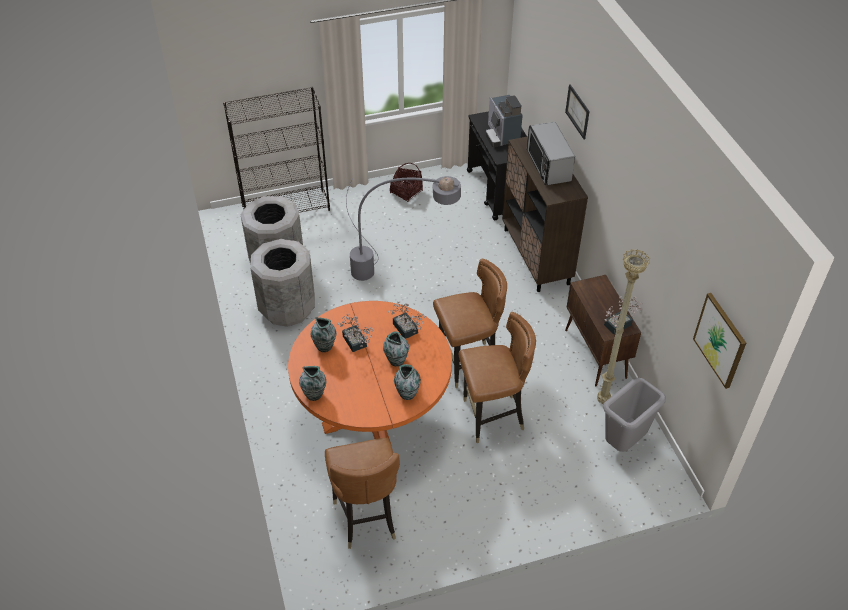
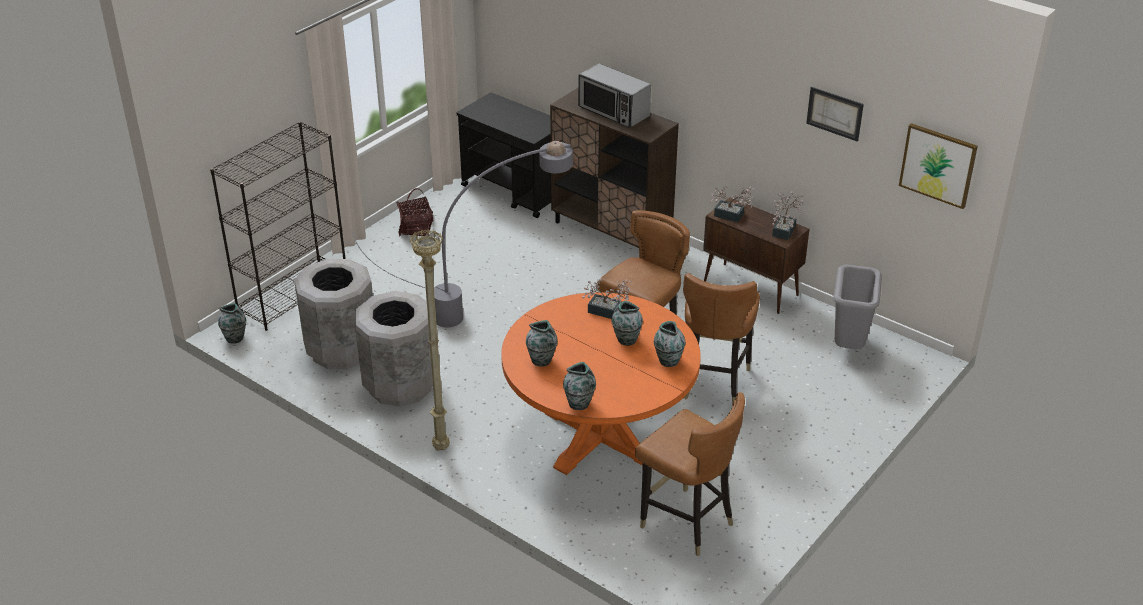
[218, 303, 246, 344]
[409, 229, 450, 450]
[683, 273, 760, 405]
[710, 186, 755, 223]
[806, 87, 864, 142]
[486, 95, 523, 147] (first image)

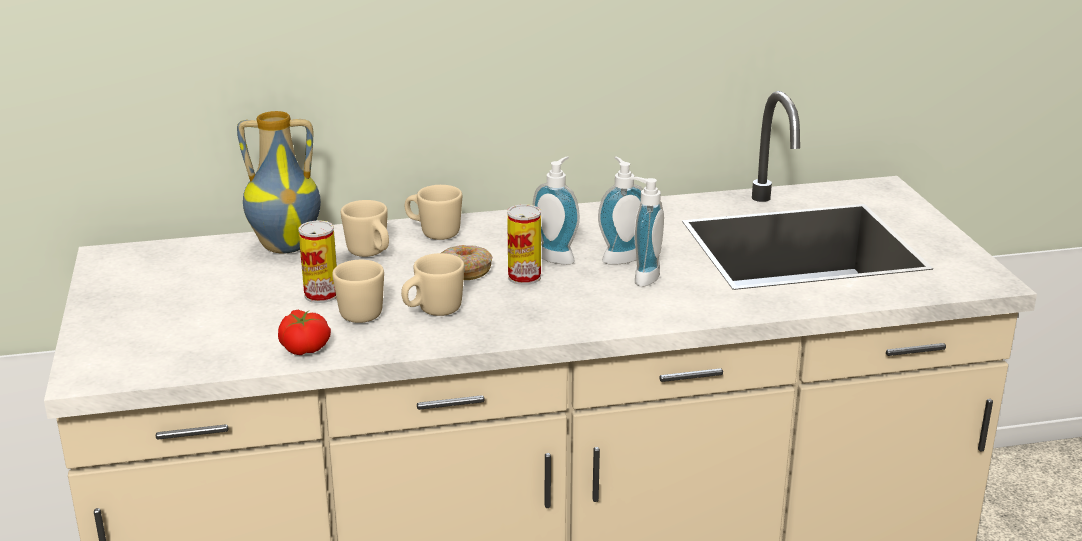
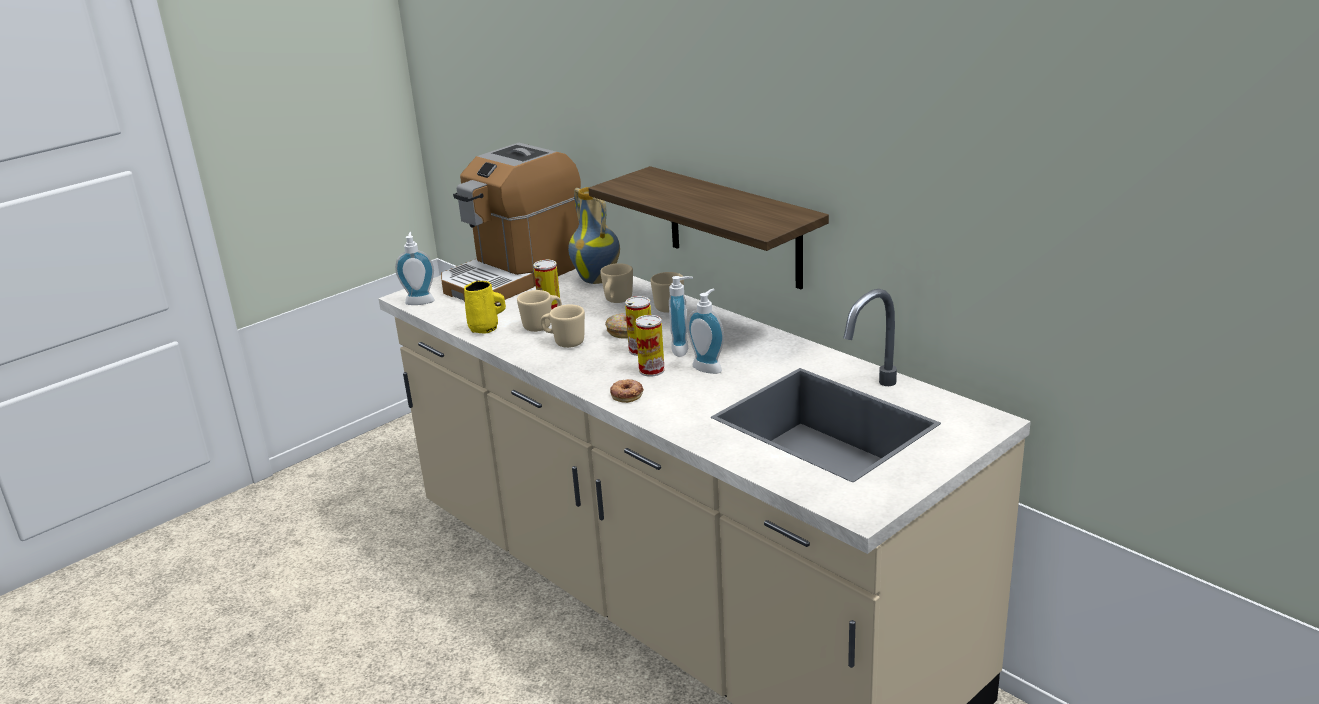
[395, 232, 435, 305]
[441, 143, 581, 304]
[464, 281, 506, 334]
[588, 166, 829, 289]
[610, 379, 644, 403]
[636, 315, 664, 377]

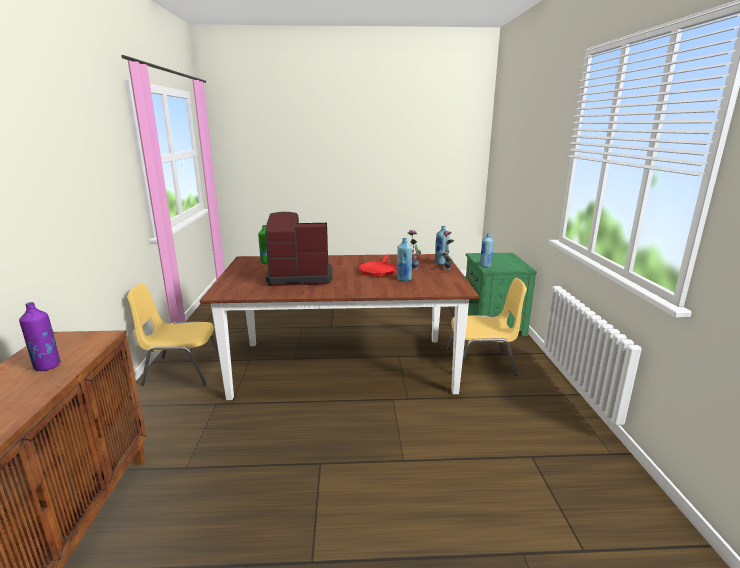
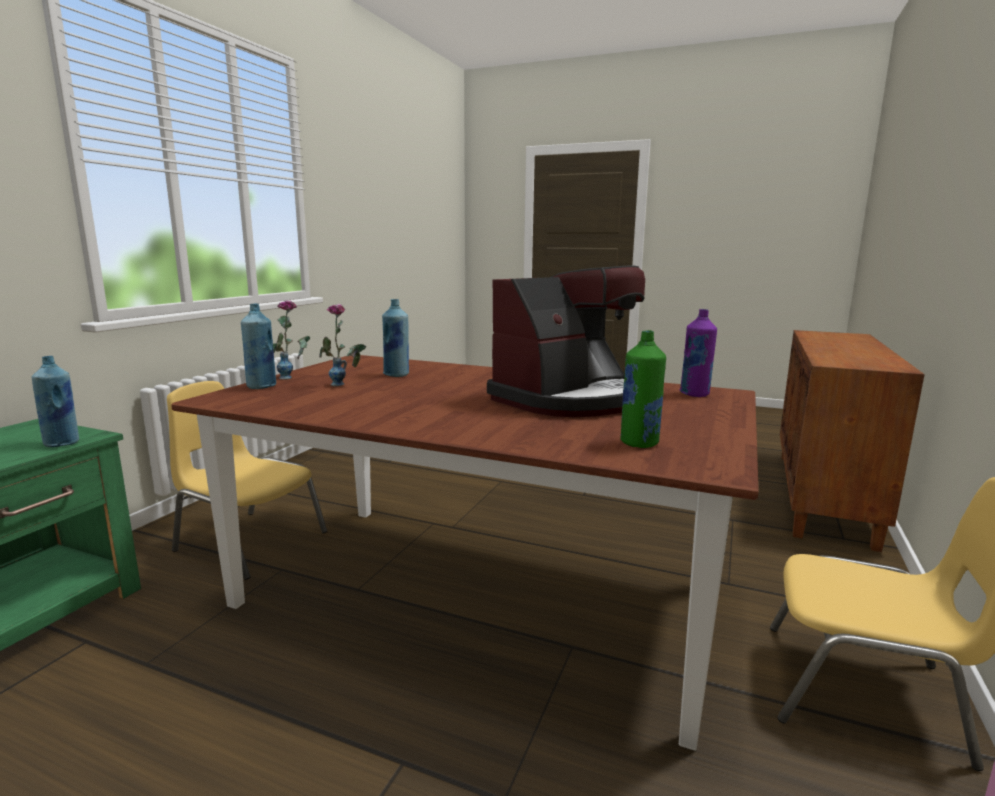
[487, 266, 645, 417]
[680, 309, 717, 397]
[359, 255, 397, 276] (first image)

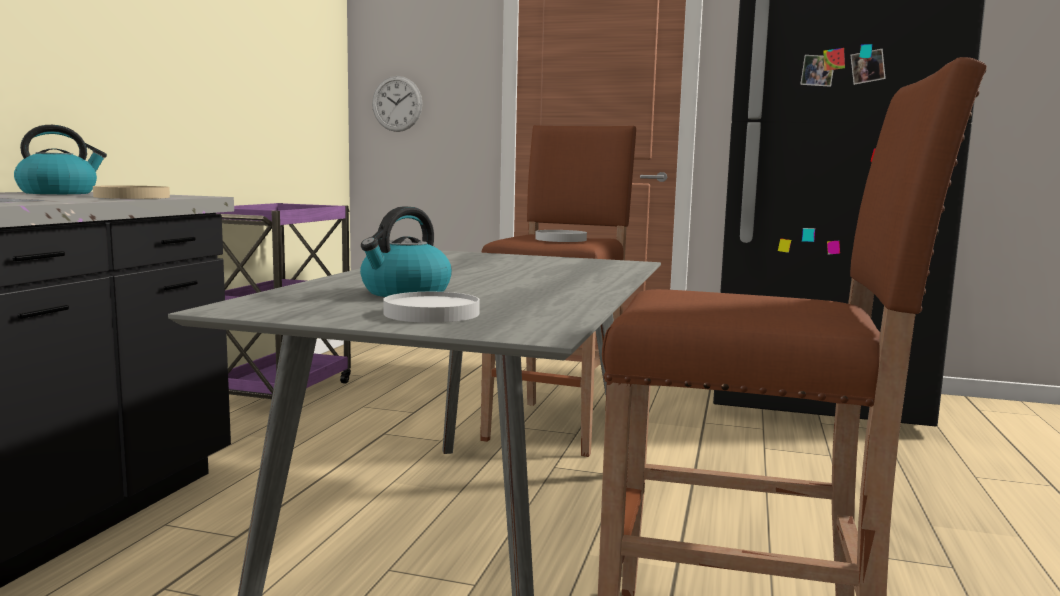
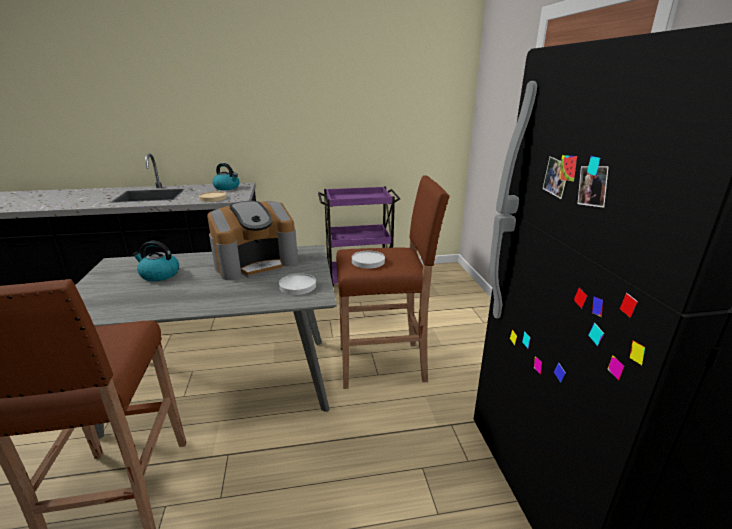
[207, 201, 298, 280]
[279, 273, 316, 295]
[372, 76, 422, 132] (first image)

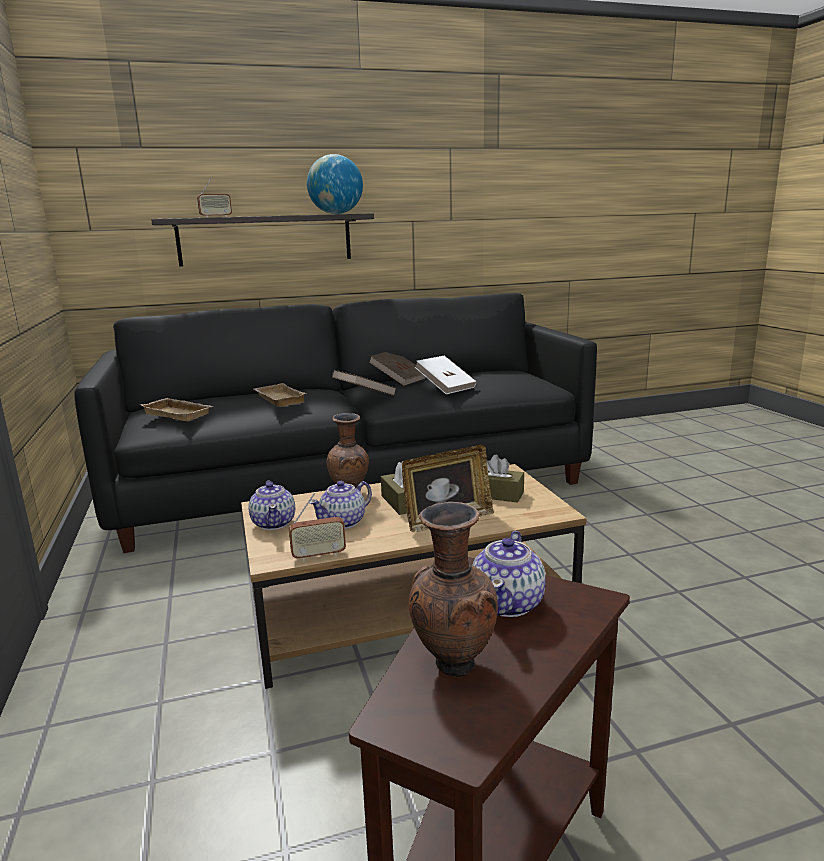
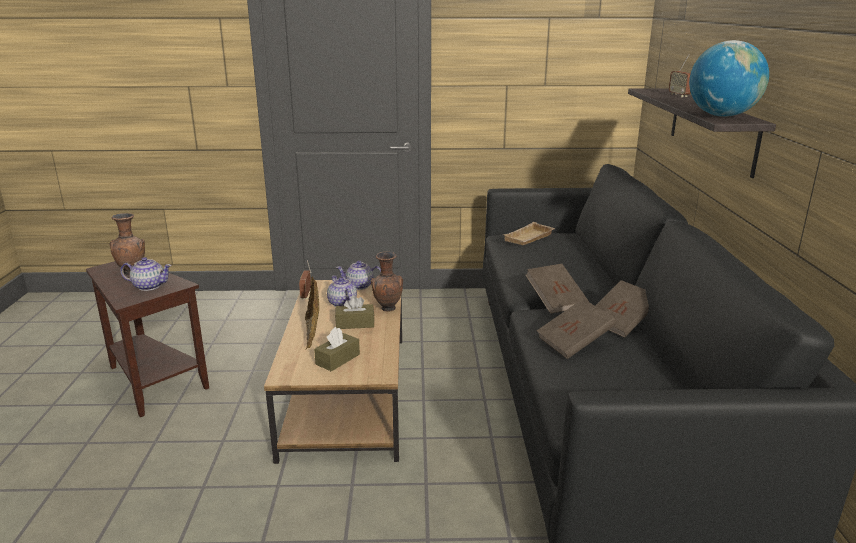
[121, 257, 172, 291]
[537, 299, 616, 359]
[253, 383, 306, 407] (first image)

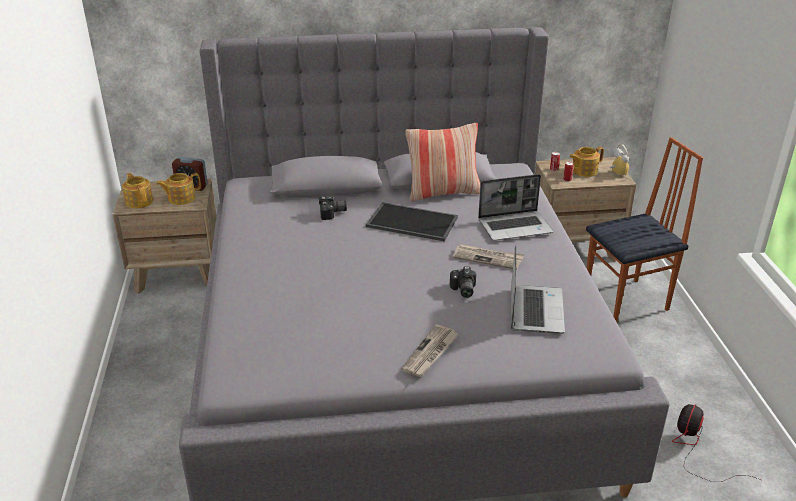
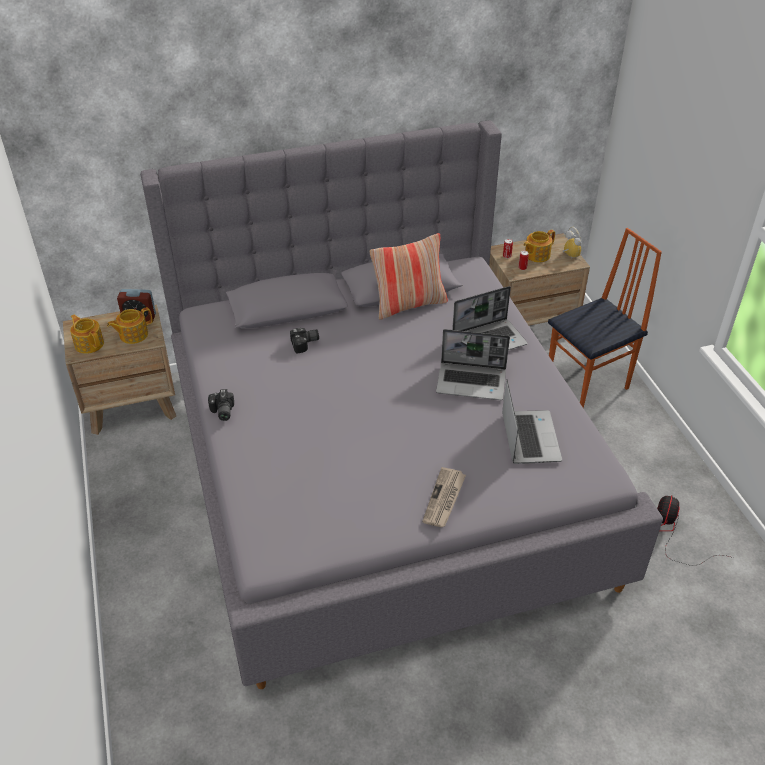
[208, 389, 234, 421]
[436, 329, 510, 400]
[366, 202, 458, 242] (first image)

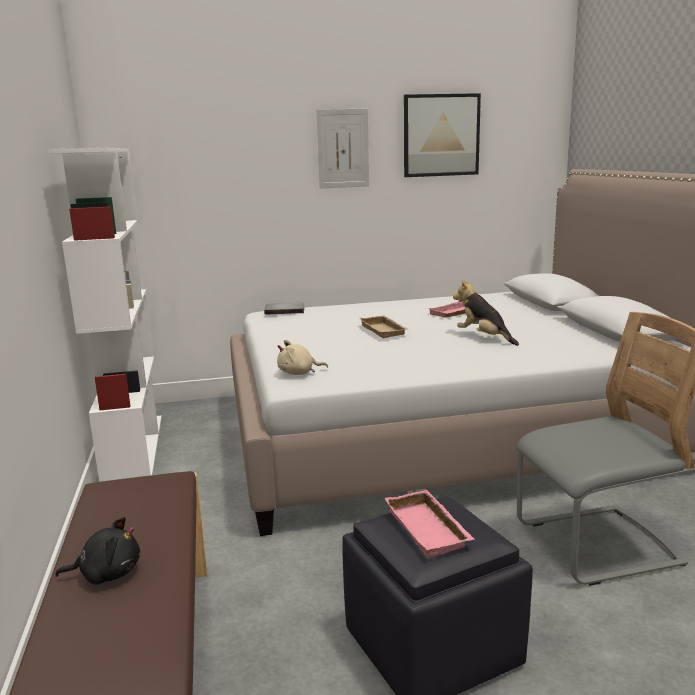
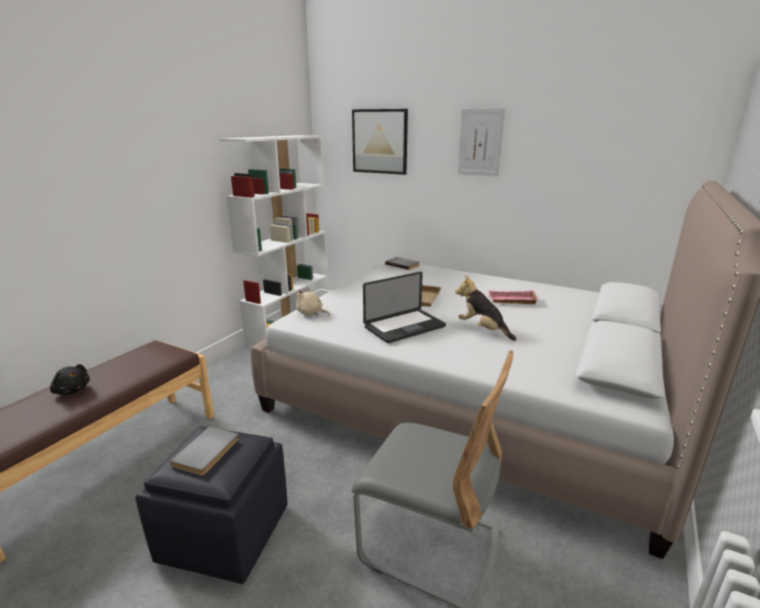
[170, 426, 239, 476]
[352, 109, 408, 175]
[363, 272, 446, 343]
[455, 276, 517, 341]

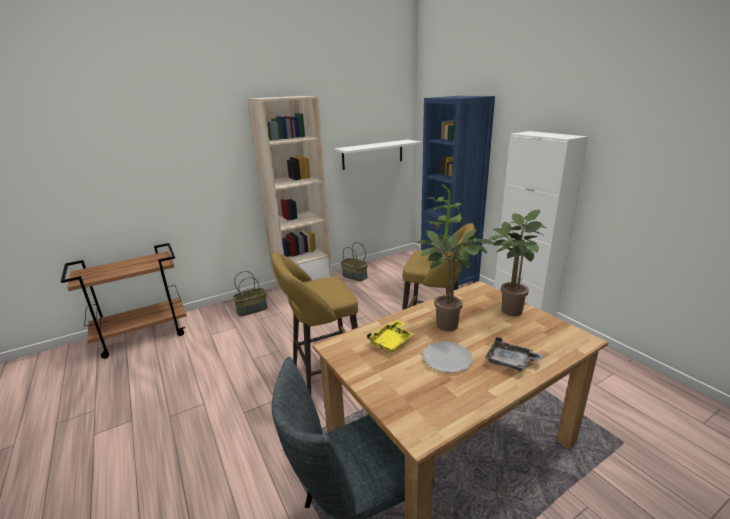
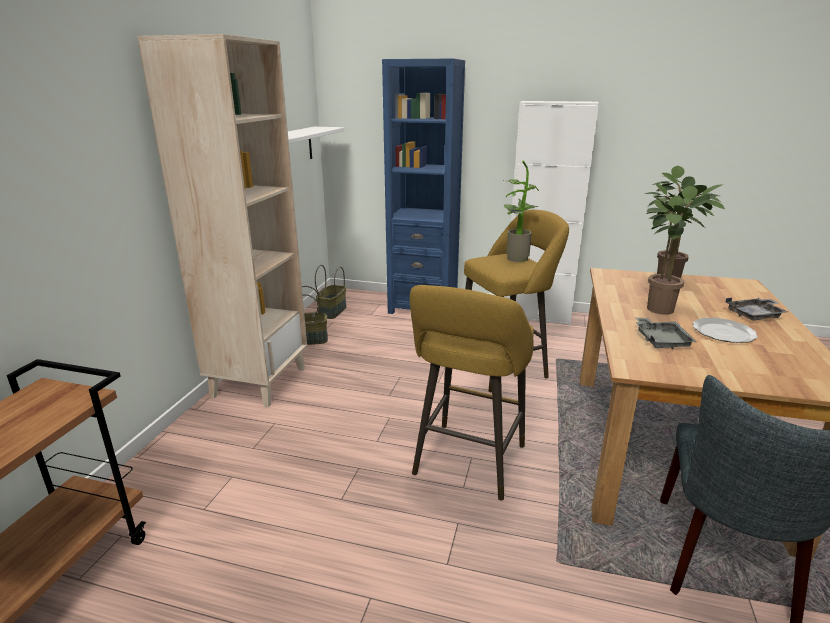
[315, 265, 347, 319]
[635, 318, 697, 349]

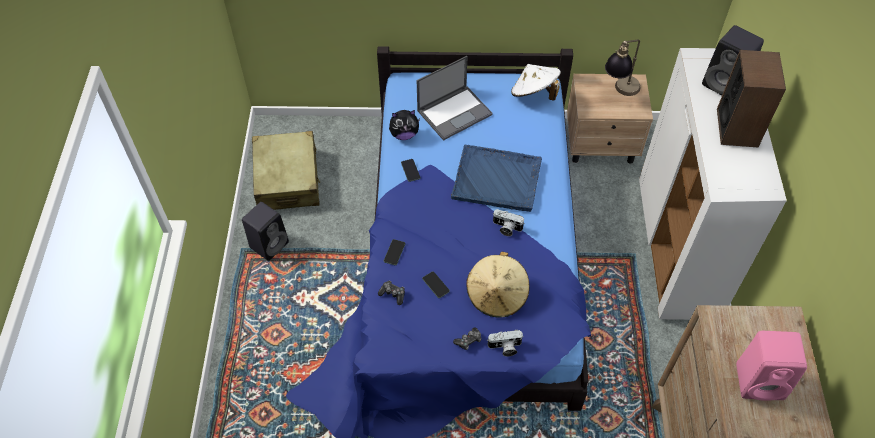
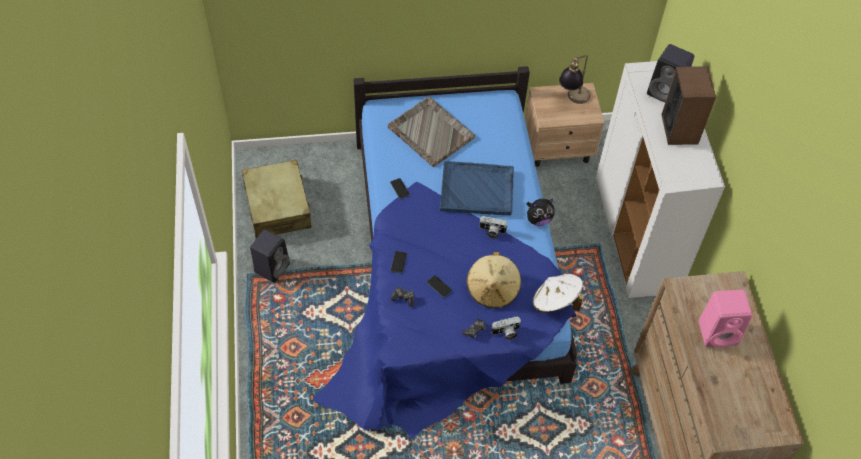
[388, 97, 475, 167]
[527, 199, 554, 226]
[533, 274, 584, 312]

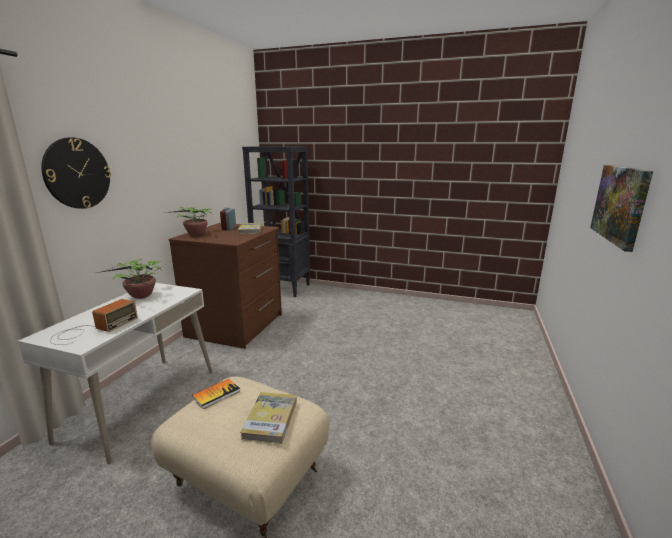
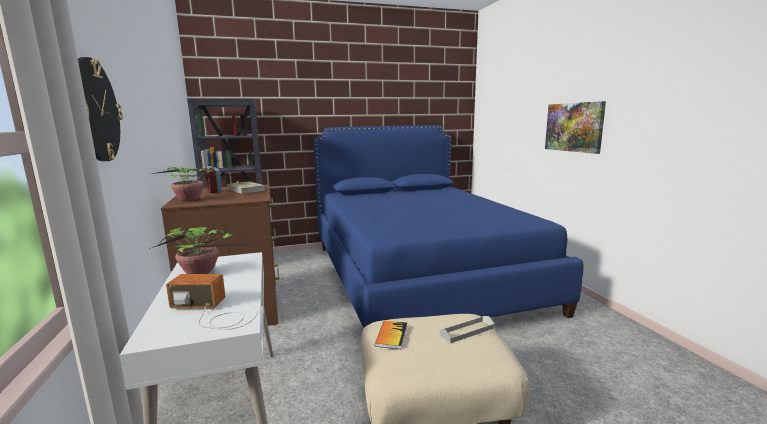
[166, 274, 258, 330]
[313, 125, 583, 328]
[440, 316, 495, 343]

